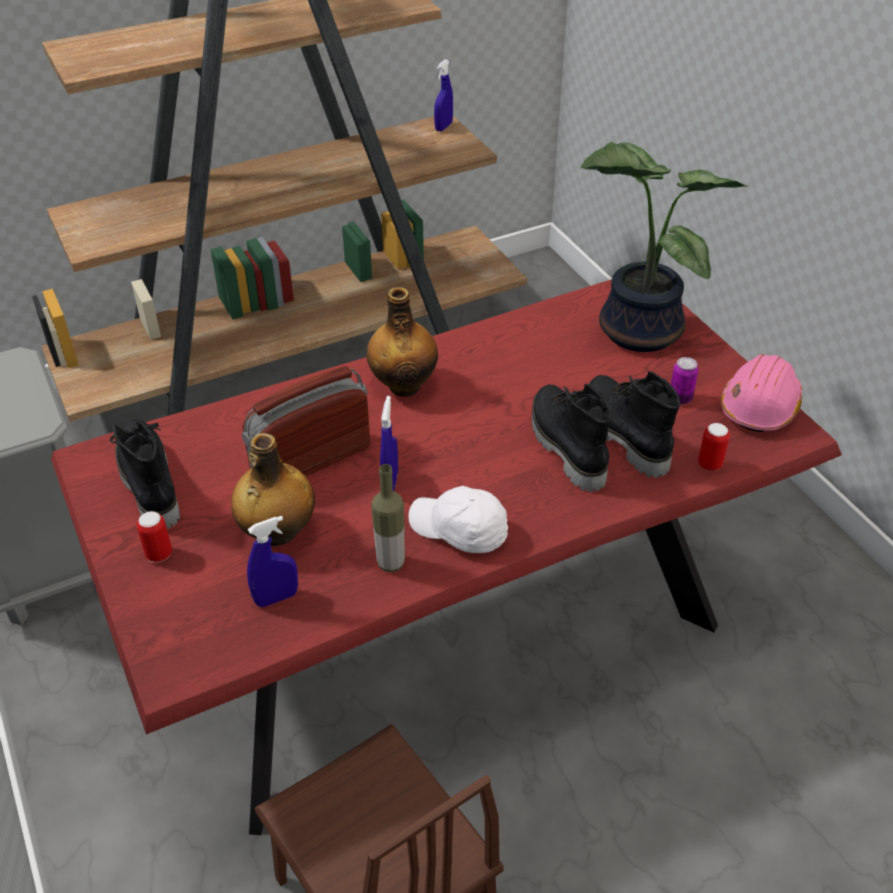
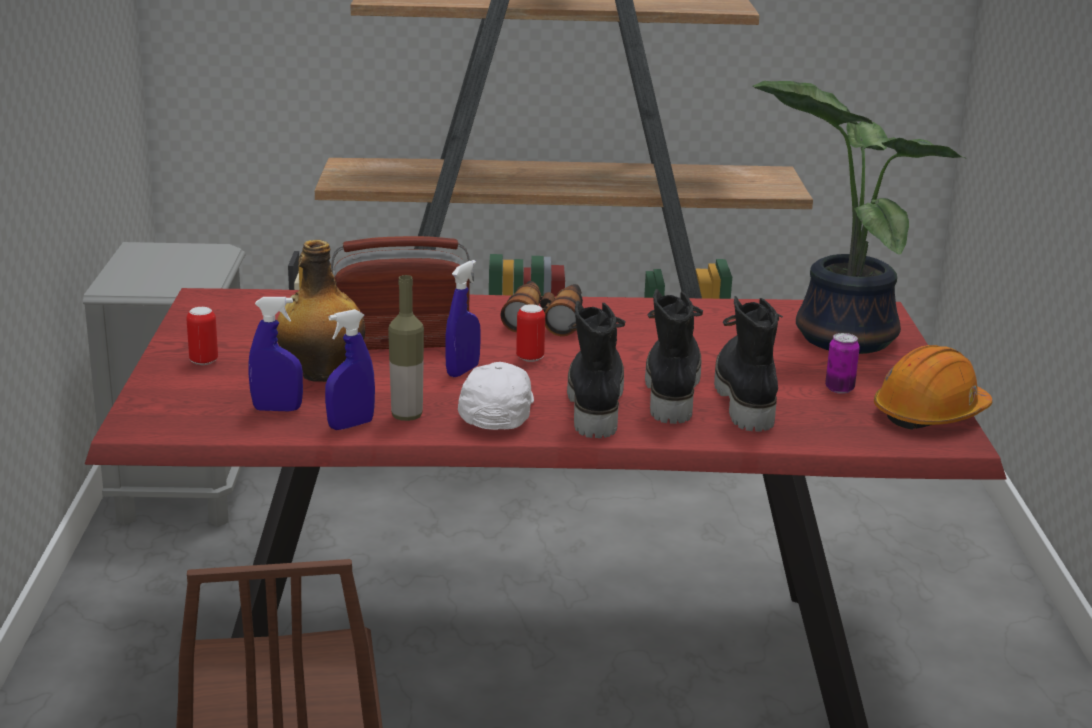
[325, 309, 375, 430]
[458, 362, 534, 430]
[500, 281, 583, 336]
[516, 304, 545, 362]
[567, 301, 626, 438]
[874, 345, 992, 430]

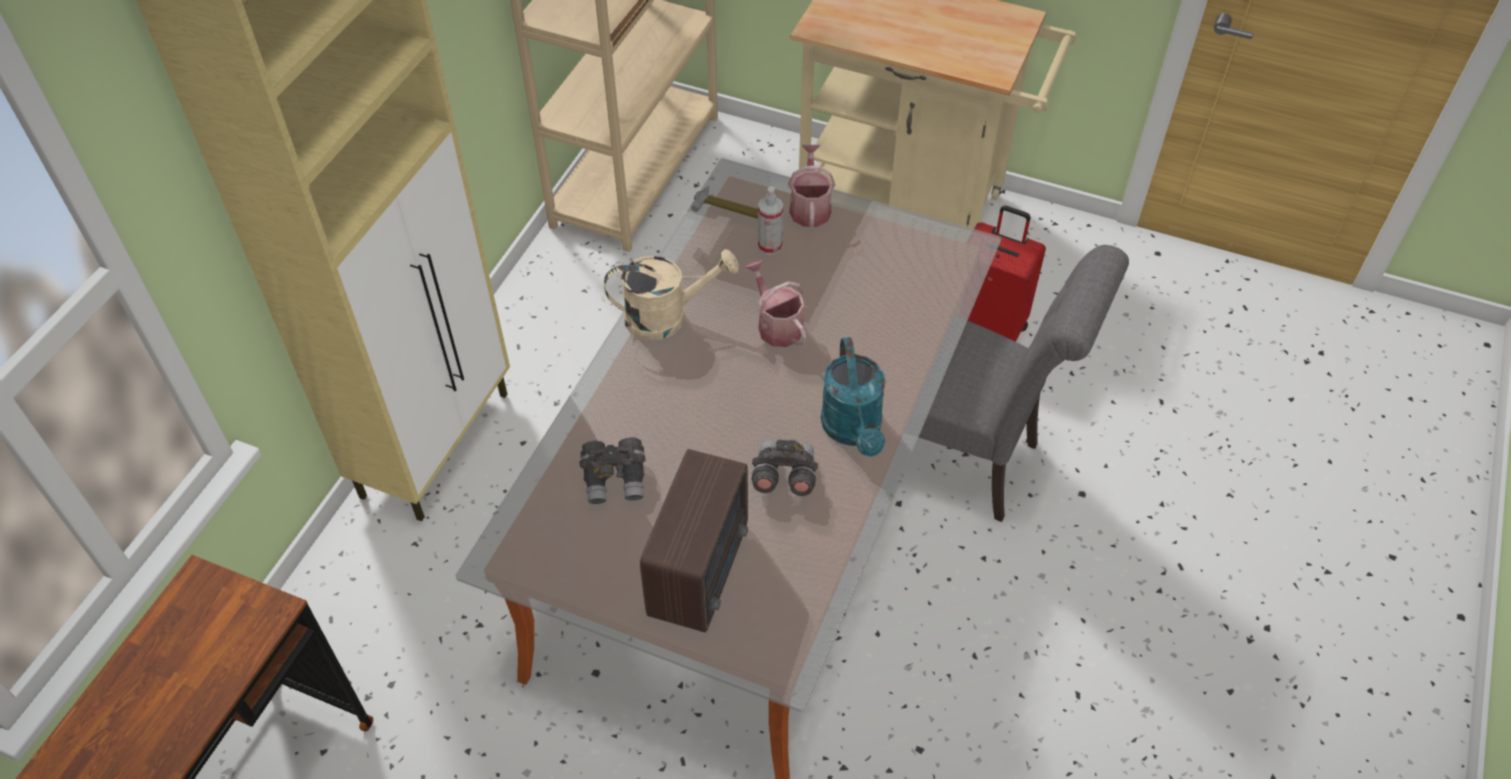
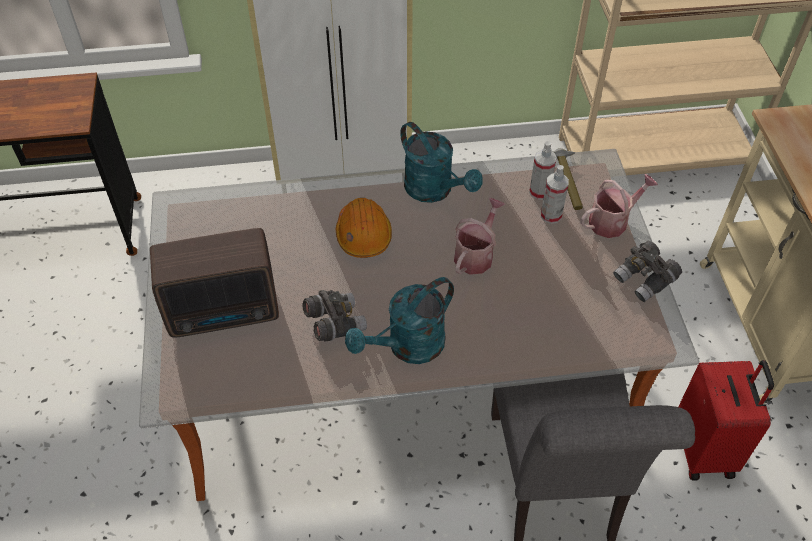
[336, 198, 392, 258]
[400, 122, 483, 203]
[529, 141, 557, 200]
[613, 241, 682, 302]

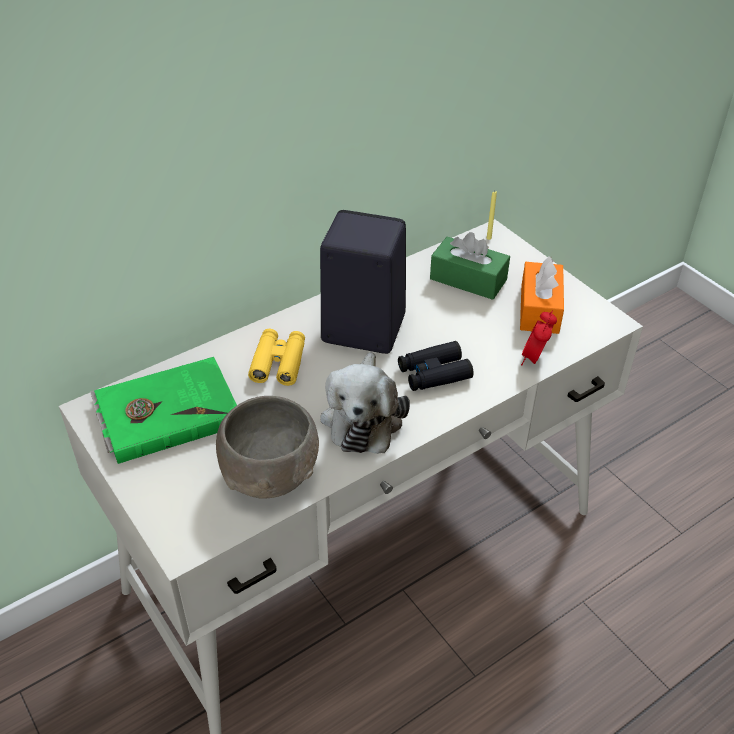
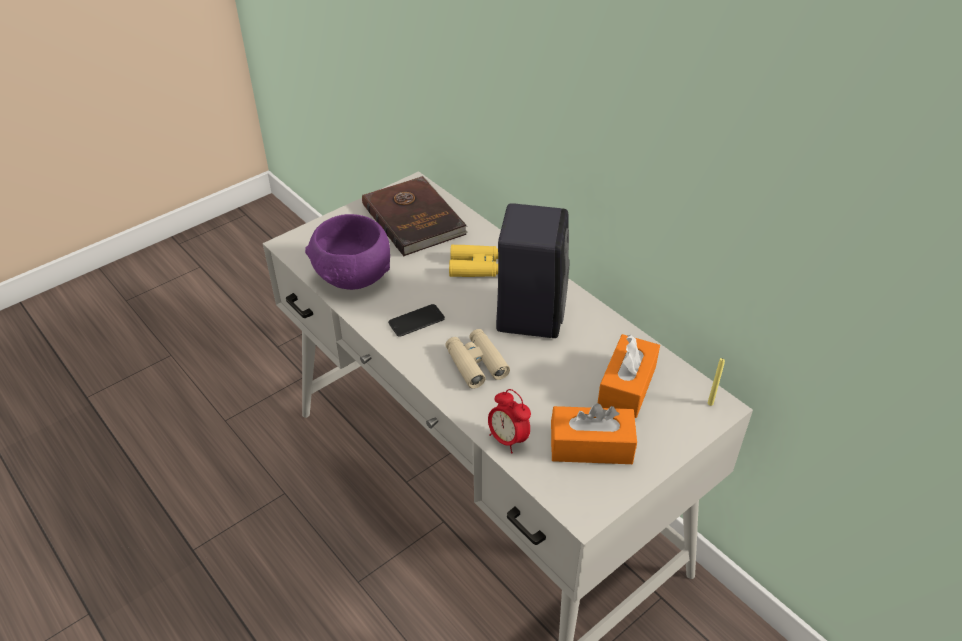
[305, 214, 390, 290]
[362, 176, 468, 256]
[388, 304, 445, 337]
[445, 329, 510, 388]
[488, 389, 531, 454]
[598, 334, 660, 418]

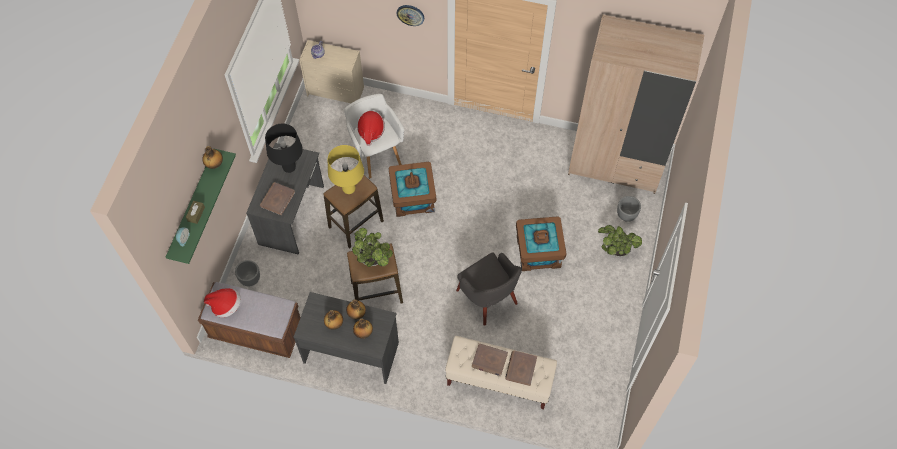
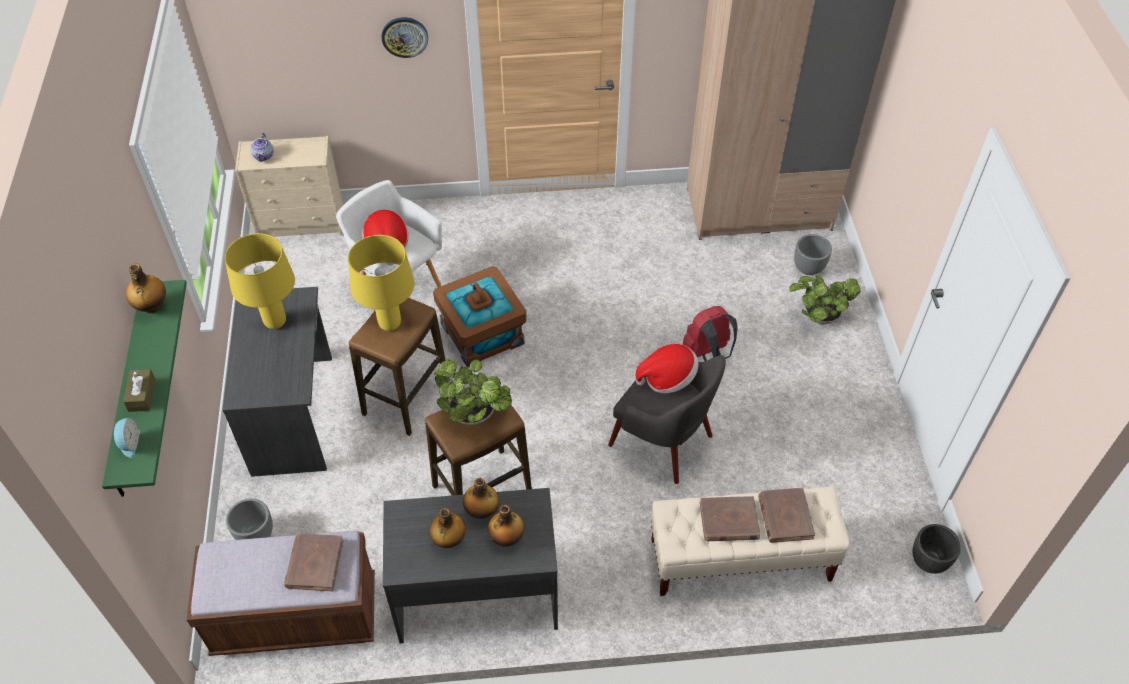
[225, 233, 295, 329]
[284, 533, 343, 591]
[636, 344, 698, 393]
[683, 306, 738, 361]
[912, 524, 961, 574]

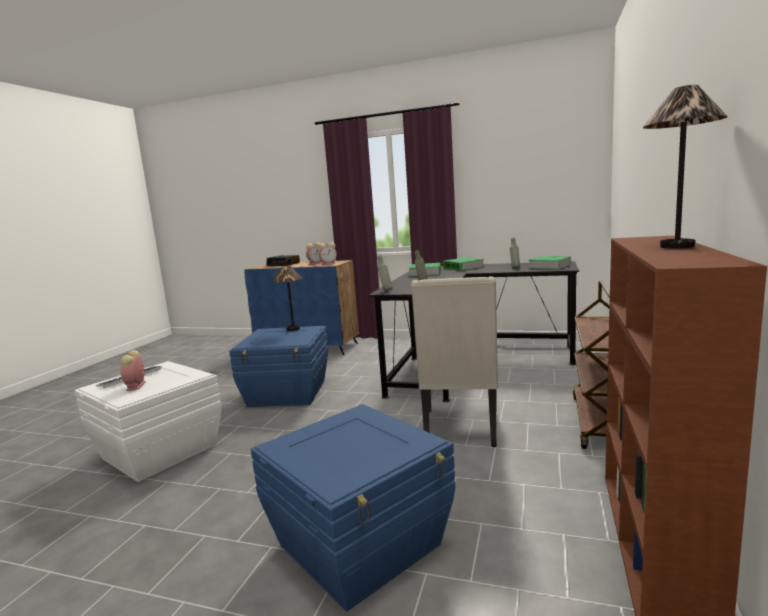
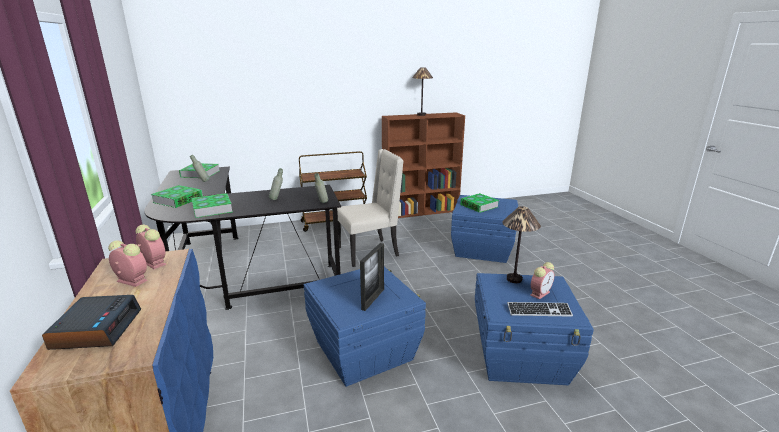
[360, 243, 384, 311]
[460, 193, 499, 213]
[475, 273, 594, 385]
[502, 206, 541, 283]

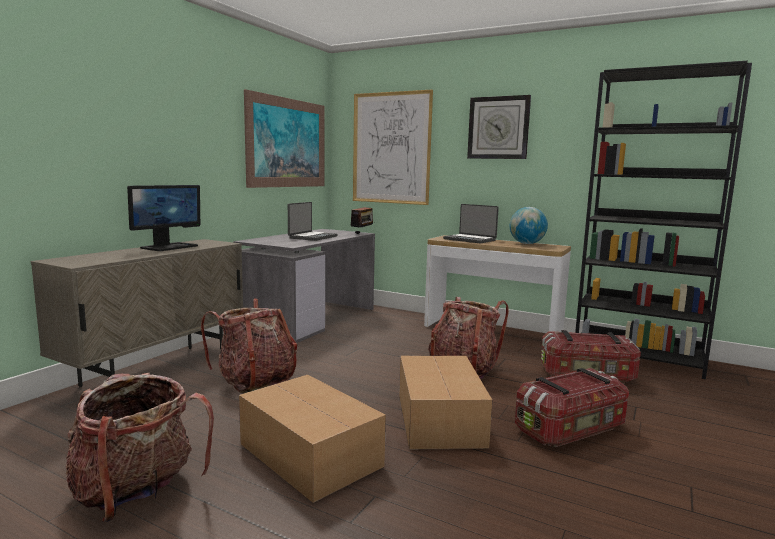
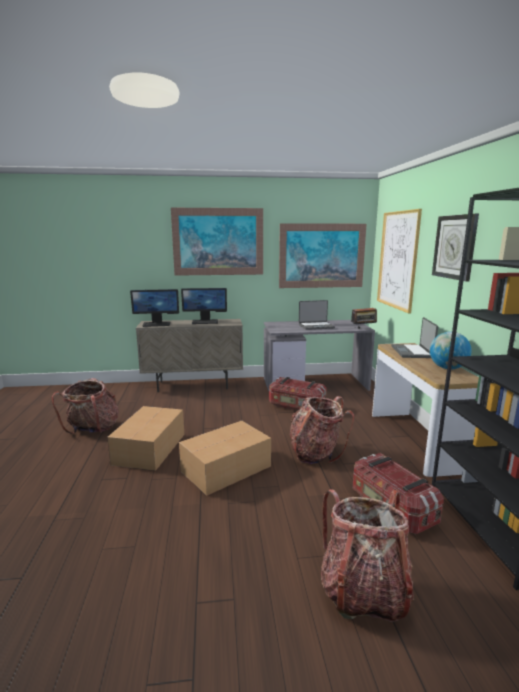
[130, 289, 179, 327]
[171, 208, 263, 276]
[269, 377, 327, 411]
[321, 489, 414, 622]

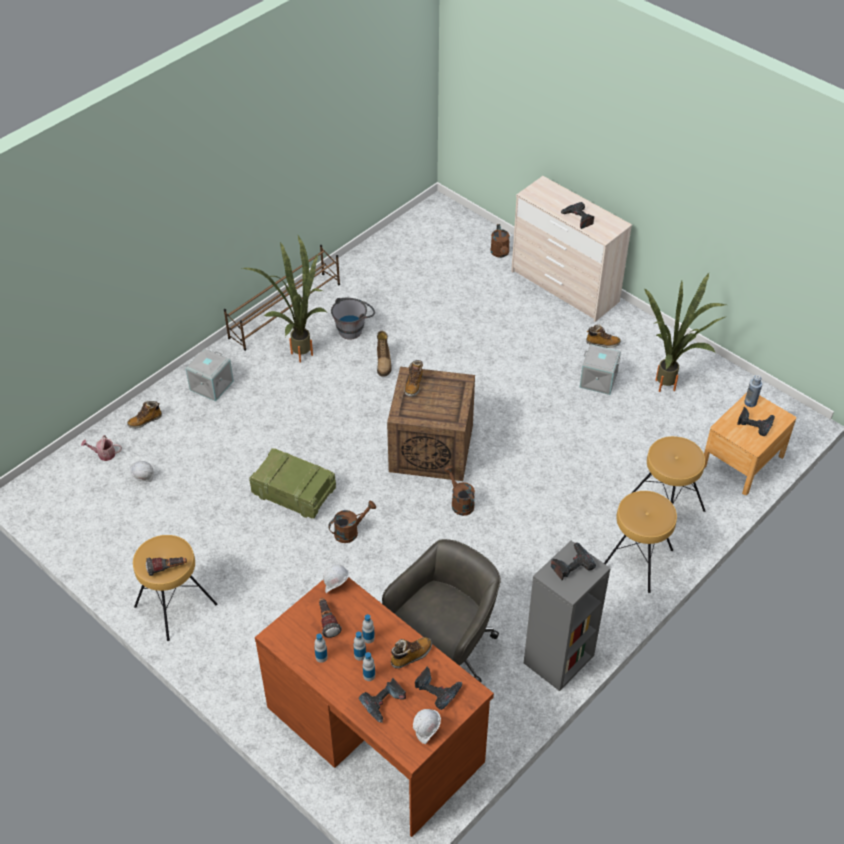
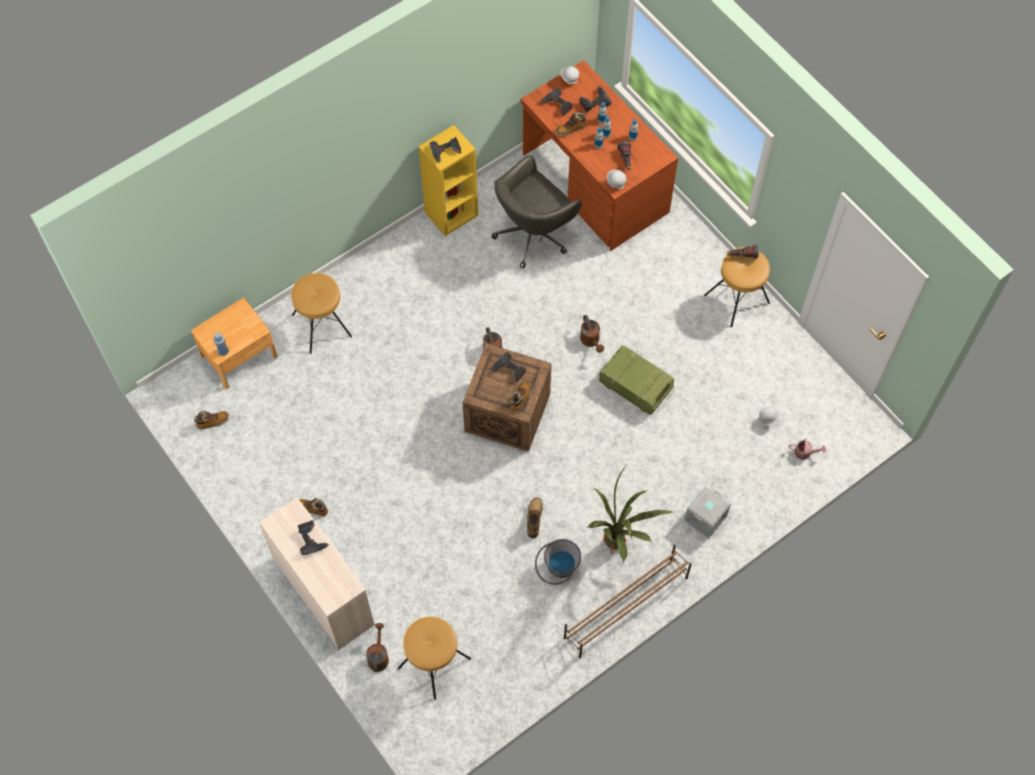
[194, 411, 229, 430]
[398, 617, 471, 700]
[418, 125, 478, 236]
[491, 352, 526, 383]
[580, 315, 604, 353]
[579, 344, 621, 395] (first image)
[645, 273, 729, 392] (first image)

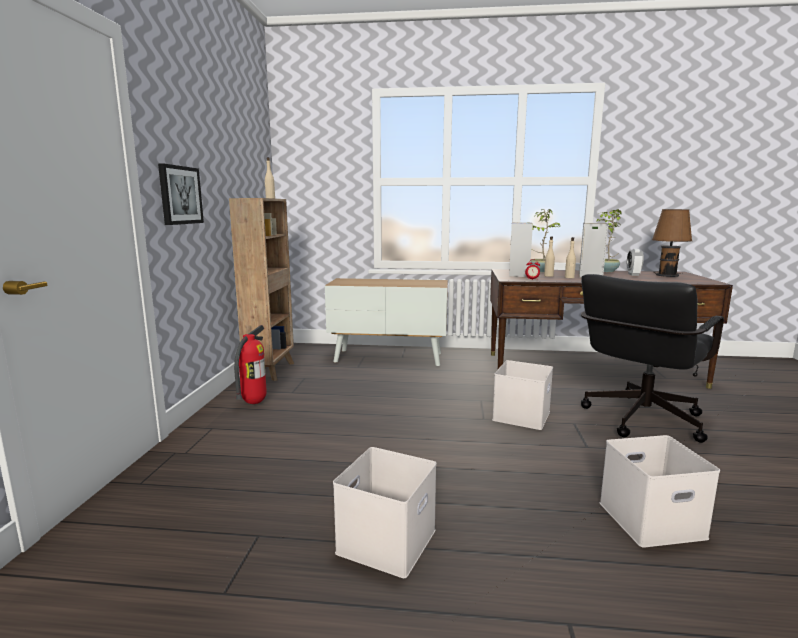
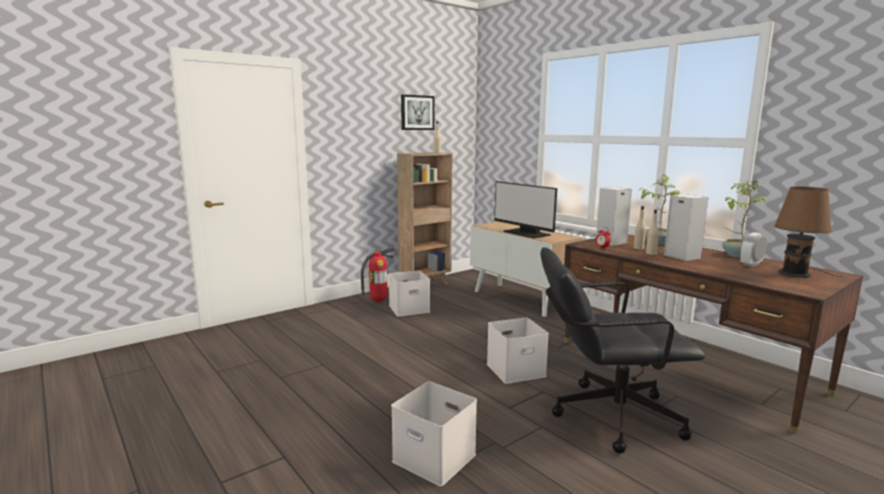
[389, 271, 430, 316]
[401, 94, 434, 130]
[494, 181, 557, 239]

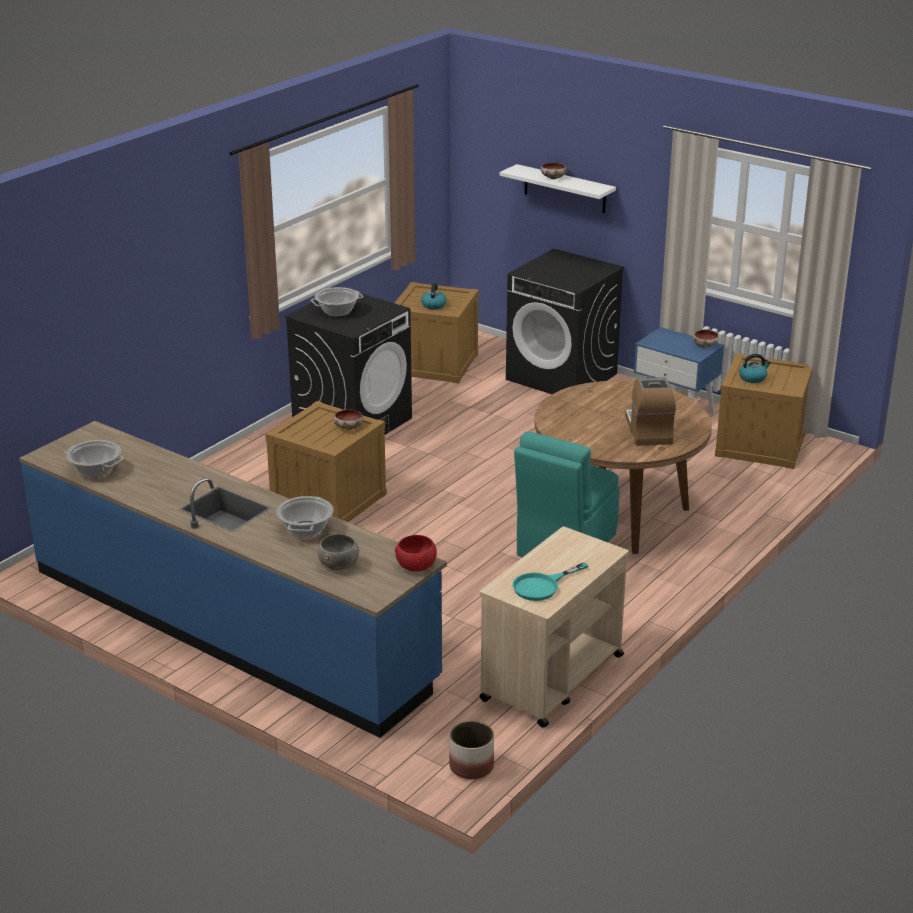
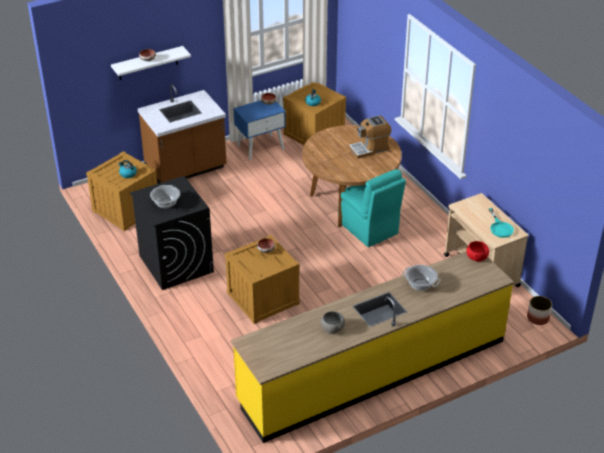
[138, 84, 227, 184]
[231, 251, 514, 443]
[321, 311, 345, 334]
[349, 116, 391, 159]
[64, 440, 124, 478] (first image)

